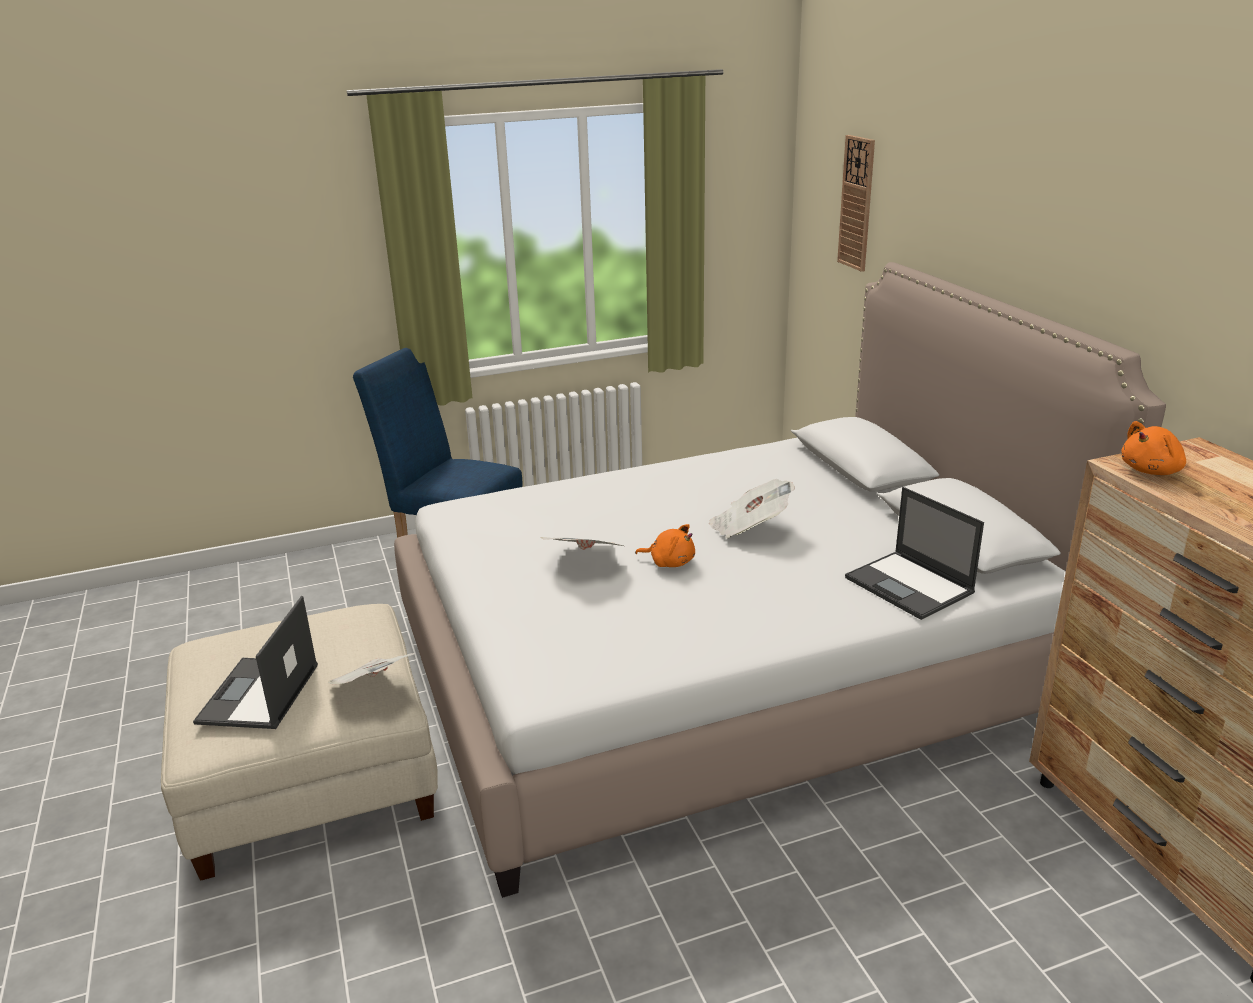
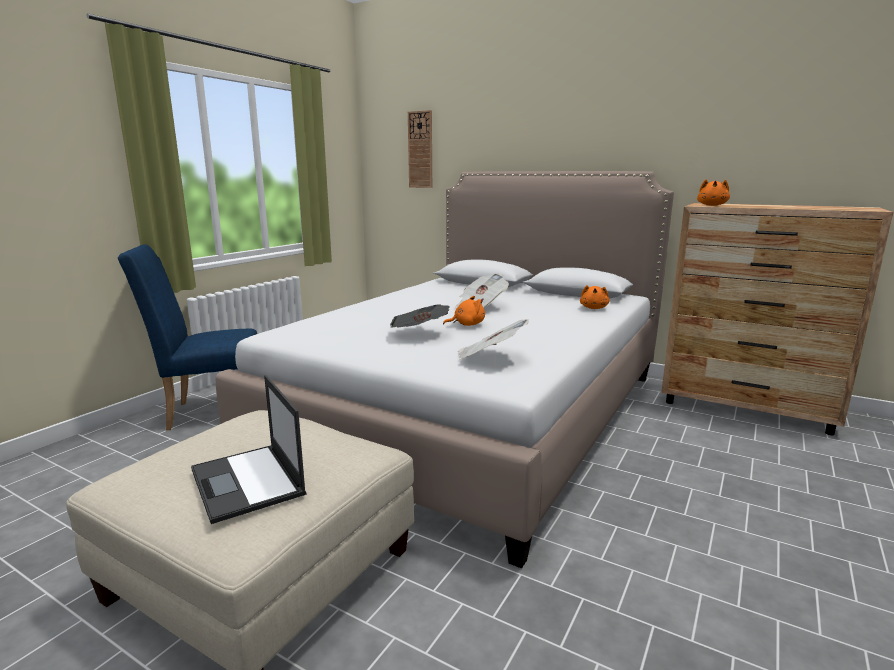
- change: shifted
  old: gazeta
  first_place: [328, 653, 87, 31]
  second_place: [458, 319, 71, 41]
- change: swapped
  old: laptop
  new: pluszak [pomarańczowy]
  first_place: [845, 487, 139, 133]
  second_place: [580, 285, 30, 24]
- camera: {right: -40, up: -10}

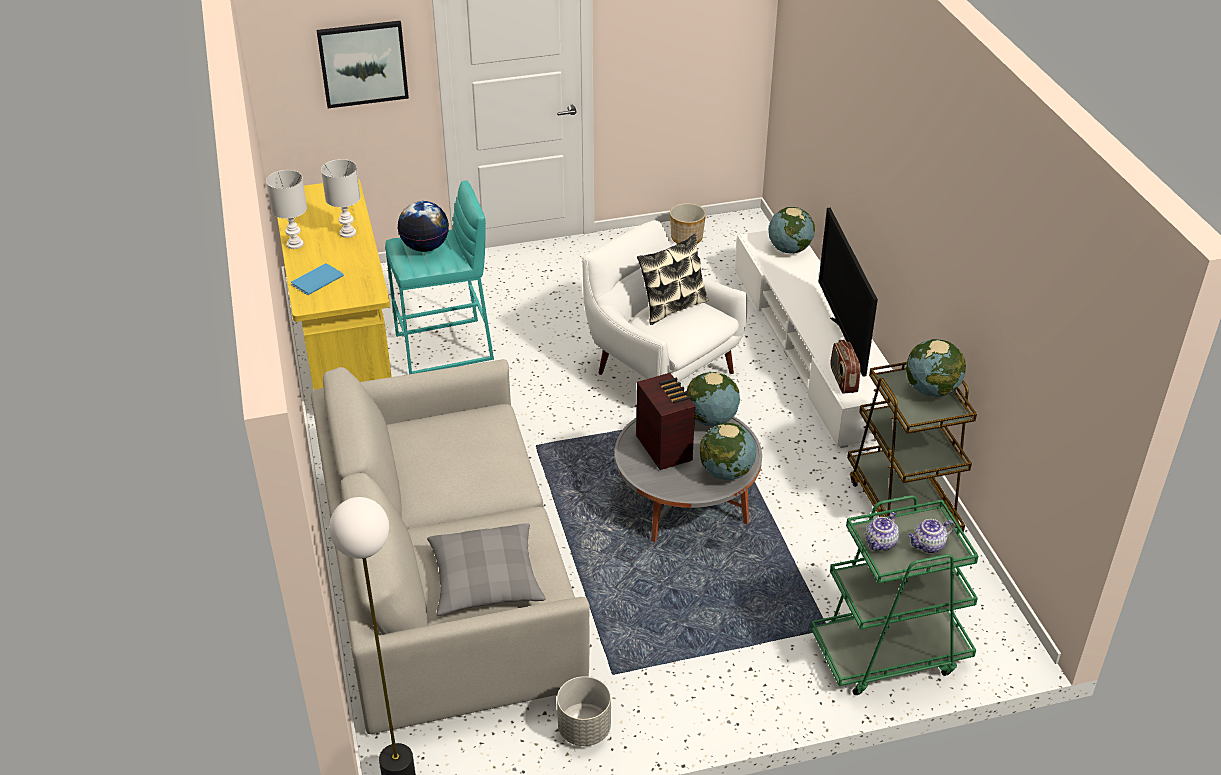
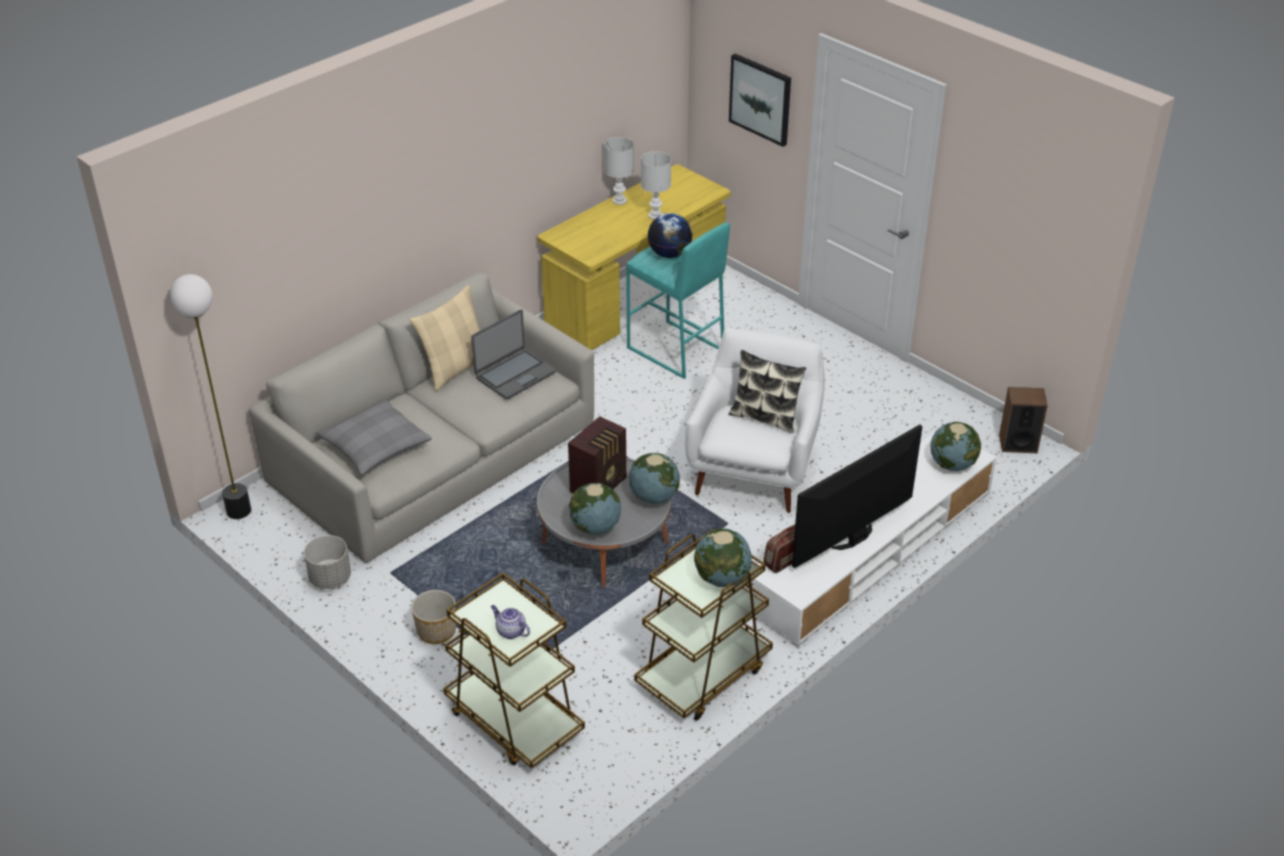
- change: gone
  old: książka [niebieski]
  first_place: [291, 263, 53, 32]
- change: gone
  old: imbryk
  first_place: [866, 512, 33, 39]
- change: new
  new: poduszka [beżowy]
  second_place: [410, 285, 70, 105]
- change: new
  new: laptop
  second_place: [471, 310, 85, 89]
- change: new
  new: głośnik
  second_place: [999, 387, 49, 66]
- change: shifted
  old: donica
  first_place: [670, 203, 36, 41]
  second_place: [411, 590, 45, 54]
- change: repainted
  old: wózek [zielony]
  new: wózek [brązowy]
  first_place: [811, 495, 167, 200]
  second_place: [443, 573, 142, 196]
- camera: {right: 60, up: 0}

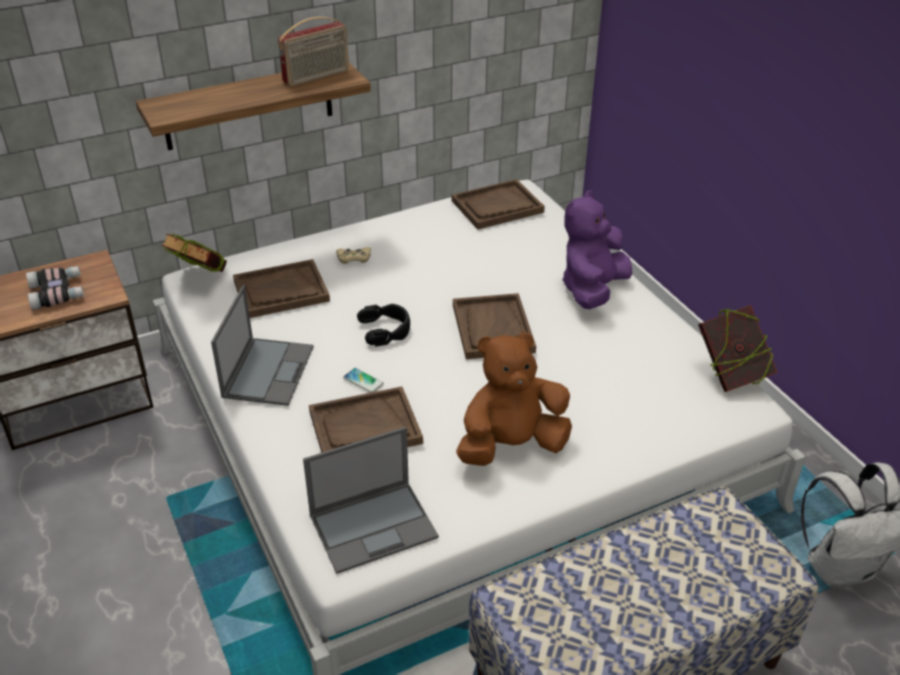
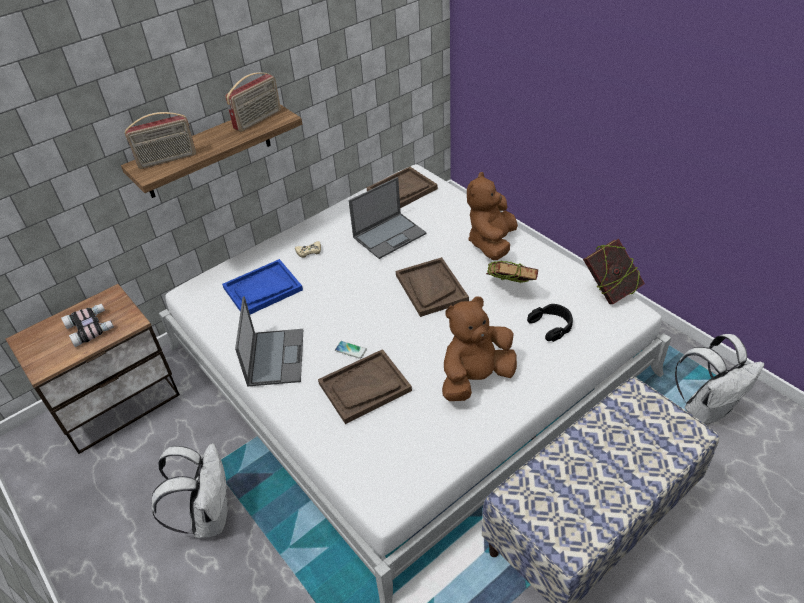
- change: new
  new: radio
  second_place: [125, 112, 71, 57]
- change: new
  new: plecak [biały]
  second_place: [152, 443, 77, 95]
- change: shifted
  old: książka
  first_place: [161, 233, 66, 39]
  second_place: [486, 261, 52, 22]
- change: shifted
  old: laptop
  first_place: [303, 427, 136, 147]
  second_place: [348, 177, 79, 82]
- change: shifted
  old: słuchawki [czarny]
  first_place: [357, 304, 53, 43]
  second_place: [527, 304, 46, 38]
- change: repainted
  old: taca [brązowy]
  new: taca [niebieski]
  first_place: [233, 259, 97, 59]
  second_place: [222, 259, 81, 55]
- change: repainted
  old: pluszak [fioletowy]
  new: pluszak [brązowy]
  first_place: [562, 190, 70, 119]
  second_place: [467, 172, 51, 88]
- camera: {right: -10, up: 5}

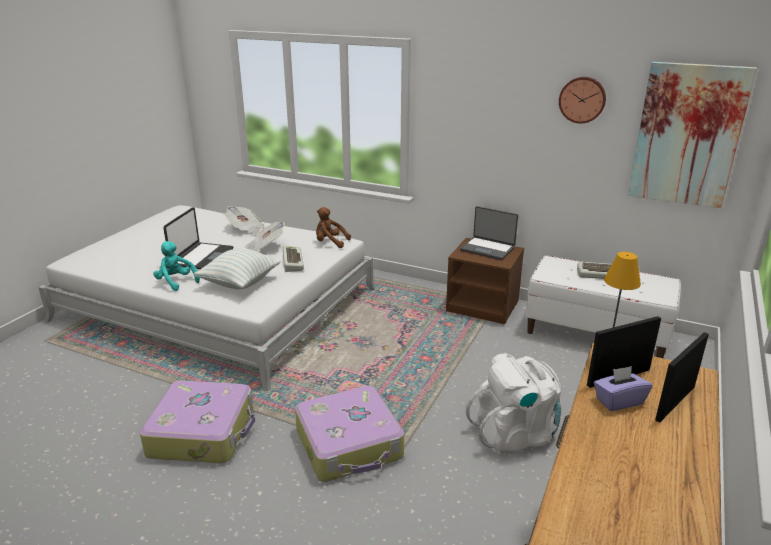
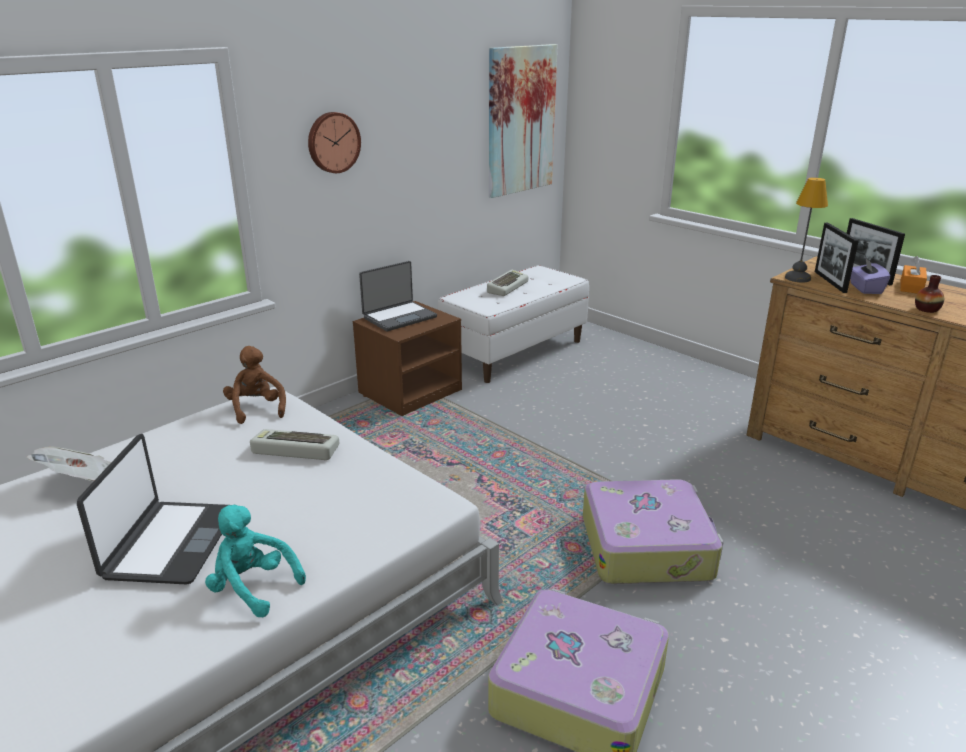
- change: gone
  old: poduszka
  first_place: [194, 248, 87, 41]
- change: gone
  old: gazeta
  first_place: [245, 222, 40, 29]
- change: gone
  old: plecak [biały]
  first_place: [466, 354, 95, 99]
- change: new
  new: pudełko chusteczek [pomarańczowy]
  second_place: [900, 256, 27, 37]
- change: new
  new: wazon
  second_place: [915, 275, 29, 38]
- change: shifted
  old: zegar ścienny
  first_place: [559, 77, 47, 47]
  second_place: [308, 112, 53, 61]
- change: rotated
  old: pluszak [turkusowy]
  first_place: [153, 241, 47, 50]
  second_place: [205, 505, 101, 112]
  degrees: 60
- change: rotated
  old: laptop
  first_place: [163, 207, 71, 62]
  second_place: [77, 434, 151, 151]
  degrees: 60
- change: rotated
  old: pluszak [brązowy]
  first_place: [316, 207, 35, 41]
  second_place: [223, 346, 63, 78]
  degrees: 120
- camera: {right: -70, up: 0}

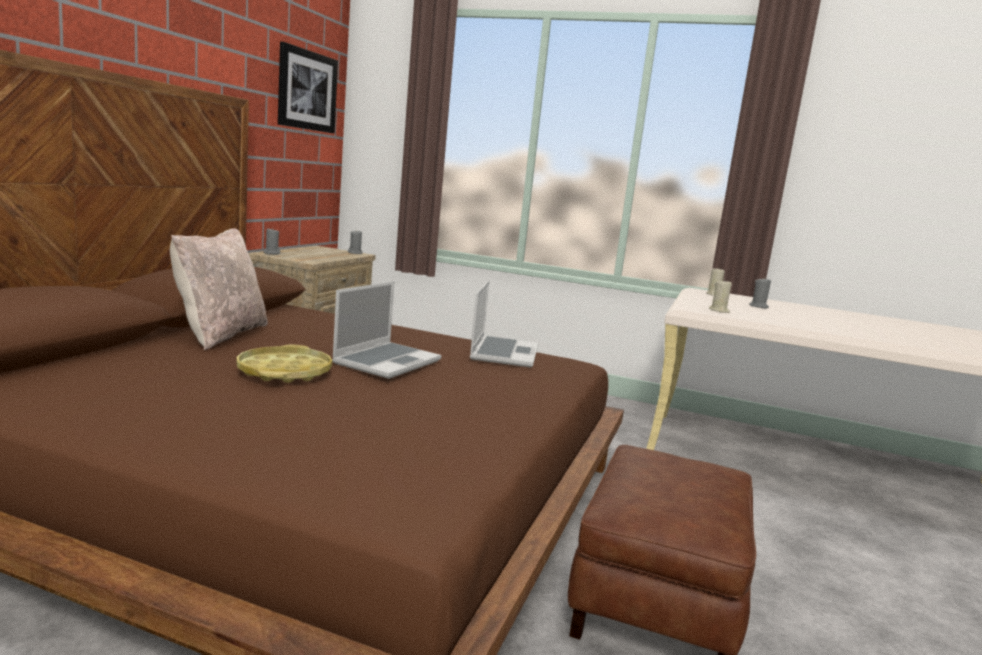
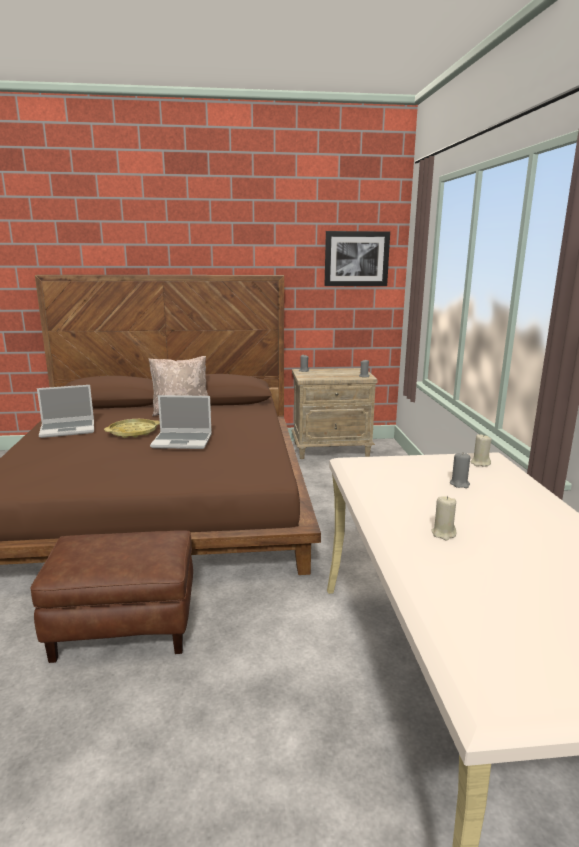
- change: shifted
  old: laptop
  first_place: [470, 281, 68, 86]
  second_place: [37, 385, 57, 53]
- change: shifted
  old: świeca [beżowy]
  first_place: [709, 279, 23, 34]
  second_place: [431, 496, 25, 44]
- camera: {right: 65, up: 5}

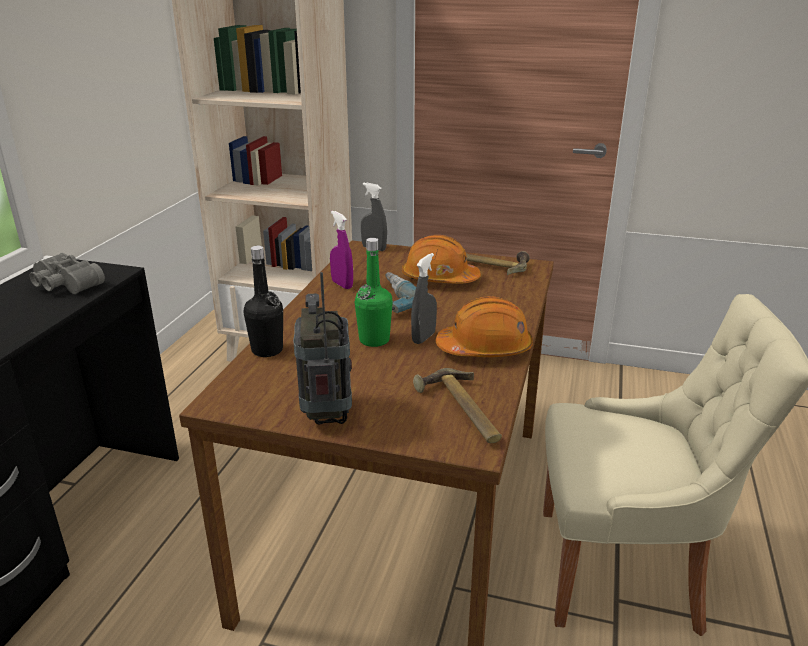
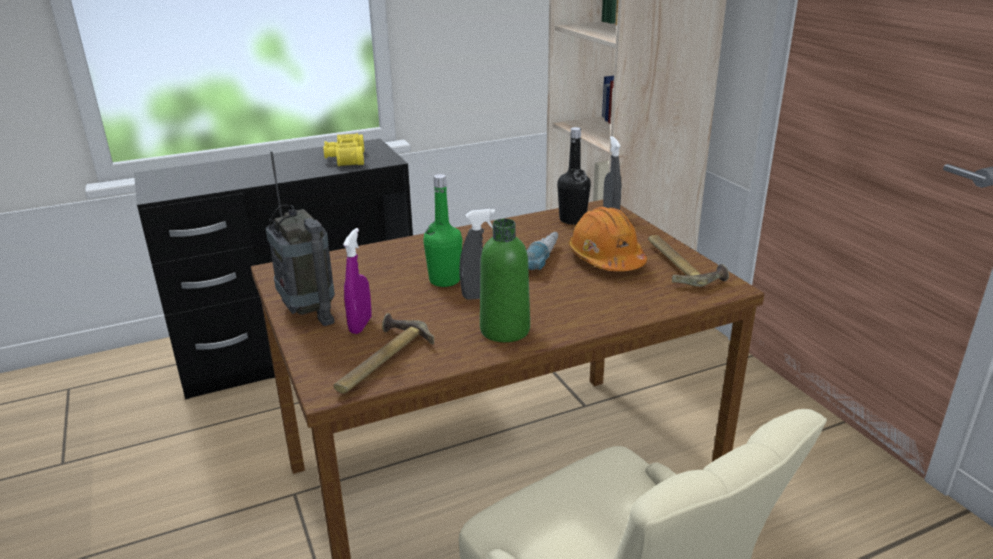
- change: shifted
  old: butelka [czarny]
  first_place: [244, 246, 39, 111]
  second_place: [557, 127, 34, 98]
- change: shifted
  old: spryskiwacz [fioletowy]
  first_place: [330, 211, 23, 78]
  second_place: [343, 228, 28, 106]
- change: swapped
  old: kask [pomarańczowy]
  new: butelka [zielony]
  first_place: [436, 296, 97, 61]
  second_place: [480, 219, 50, 123]
- change: repainted
  old: lornetka [szary]
  new: lornetka [żółty]
  first_place: [29, 253, 76, 41]
  second_place: [324, 133, 40, 33]
- change: rotated
  old: radio
  first_place: [293, 272, 59, 152]
  second_place: [266, 151, 69, 175]
  degrees: 105
- camera: {right: 50, up: 0}

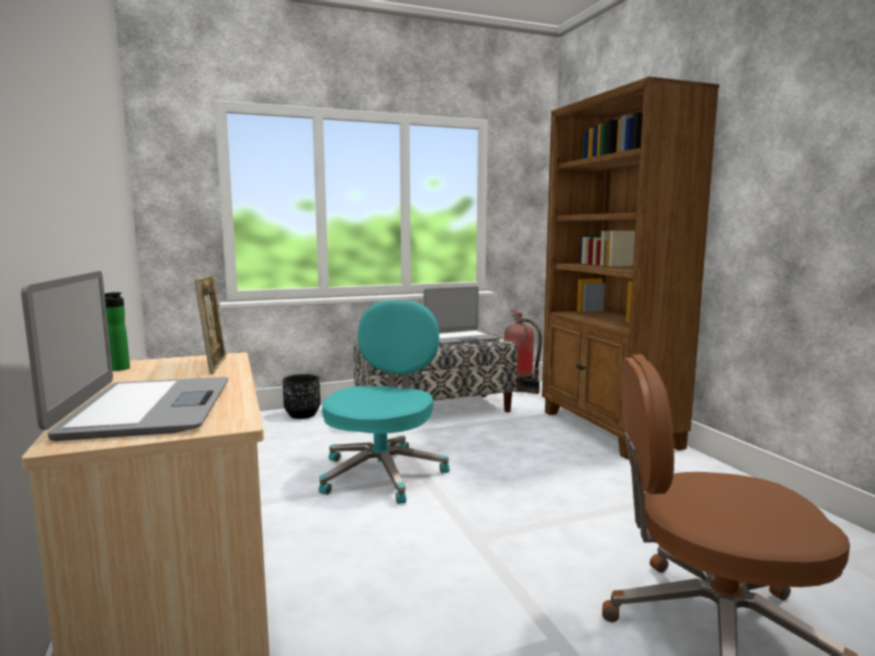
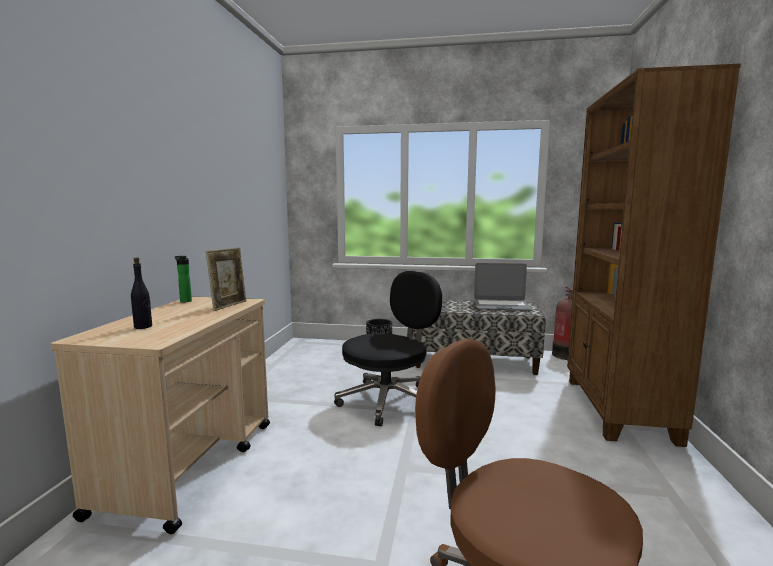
- change: swapped
  old: laptop
  new: butelka [czarny]
  first_place: [21, 271, 207, 170]
  second_place: [131, 258, 21, 71]
- change: repainted
  old: krzesło biurowe [turkusowy]
  new: krzesło biurowe [czarny]
  first_place: [318, 300, 131, 204]
  second_place: [334, 271, 108, 155]
- camera: {right: 30, up: 0}

